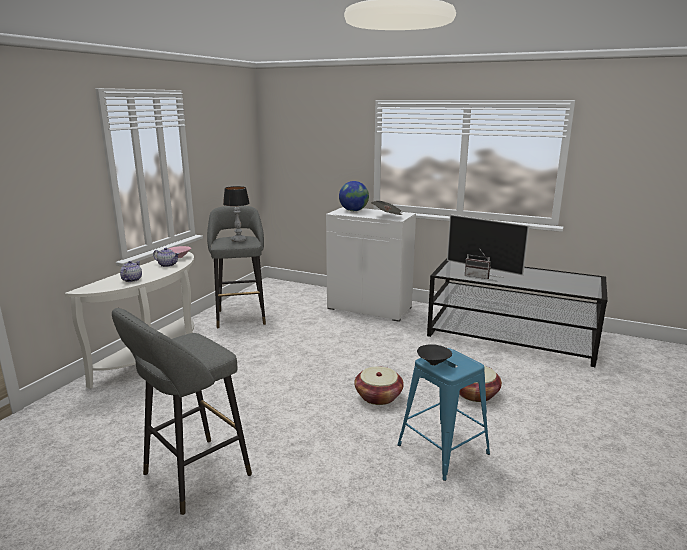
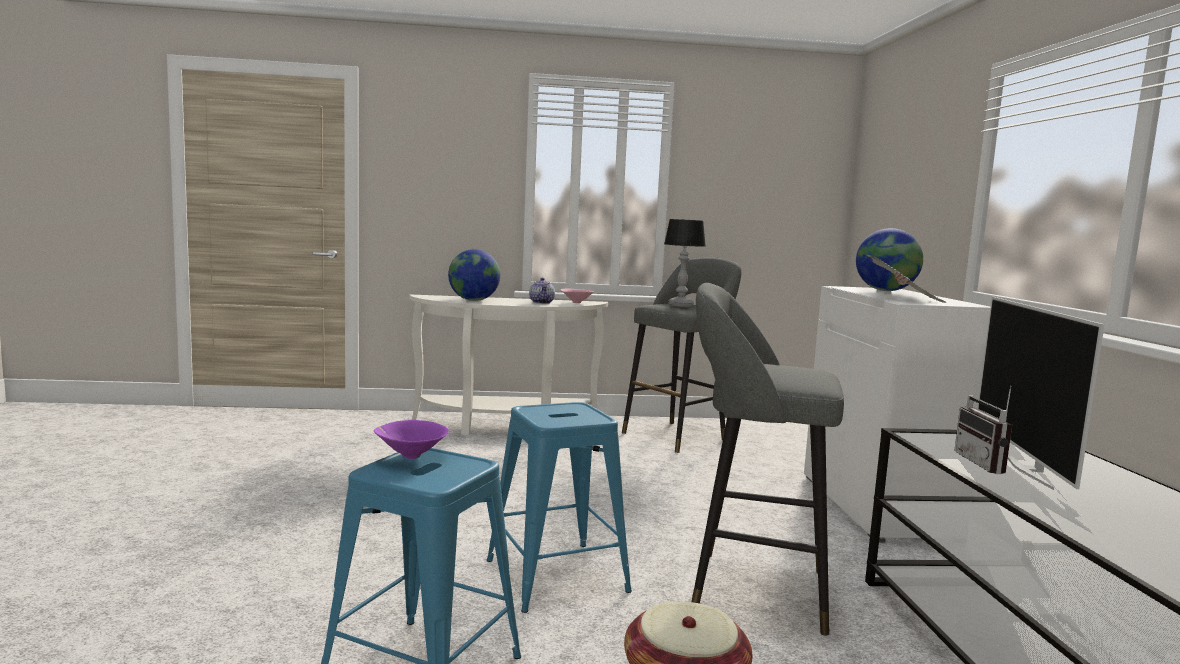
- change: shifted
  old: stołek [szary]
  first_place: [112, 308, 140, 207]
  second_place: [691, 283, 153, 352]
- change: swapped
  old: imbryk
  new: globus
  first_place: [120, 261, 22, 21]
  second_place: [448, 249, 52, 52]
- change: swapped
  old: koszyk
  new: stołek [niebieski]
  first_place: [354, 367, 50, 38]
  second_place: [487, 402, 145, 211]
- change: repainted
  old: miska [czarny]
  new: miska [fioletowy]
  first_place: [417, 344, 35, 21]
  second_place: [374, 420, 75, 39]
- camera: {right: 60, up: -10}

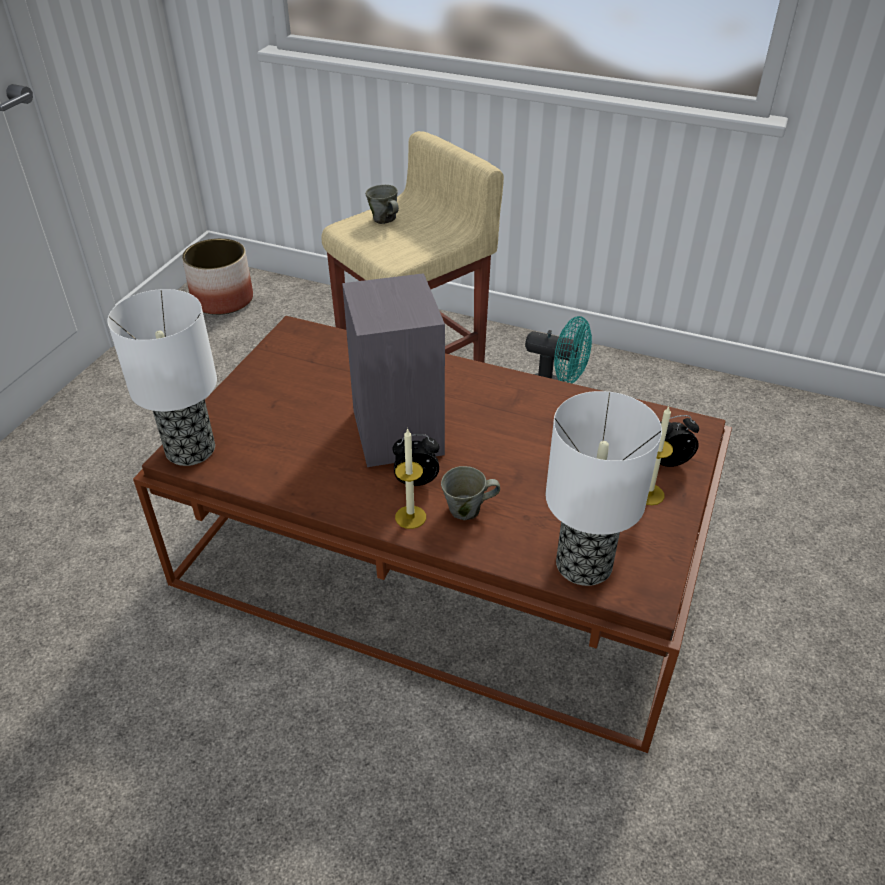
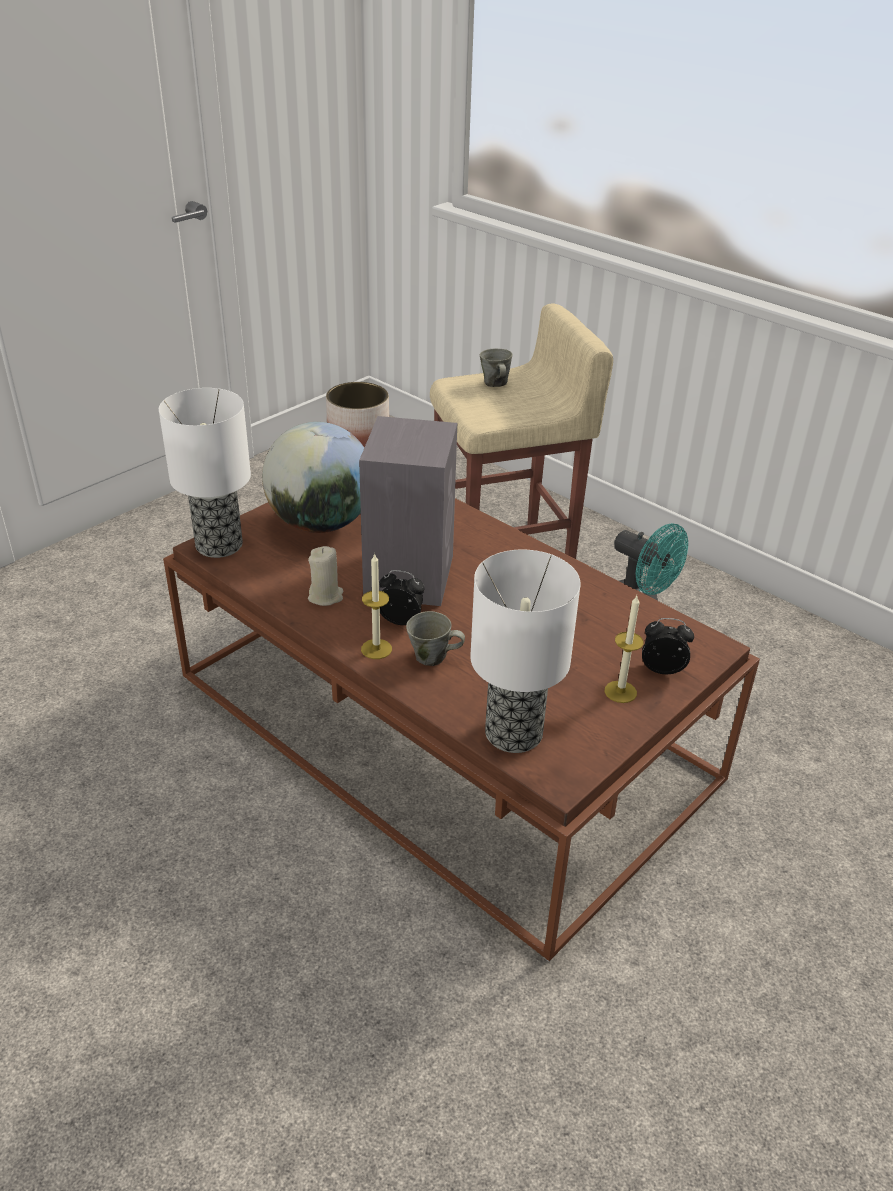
- change: new
  new: globus
  second_place: [262, 422, 102, 111]
- change: new
  new: świeca [beżowy]
  second_place: [308, 546, 35, 60]
- camera: {right: 20, up: -5}

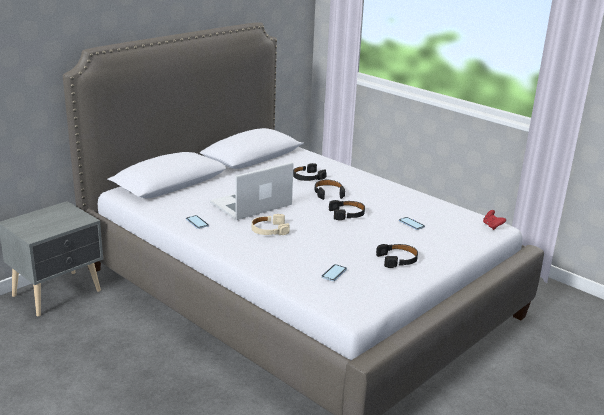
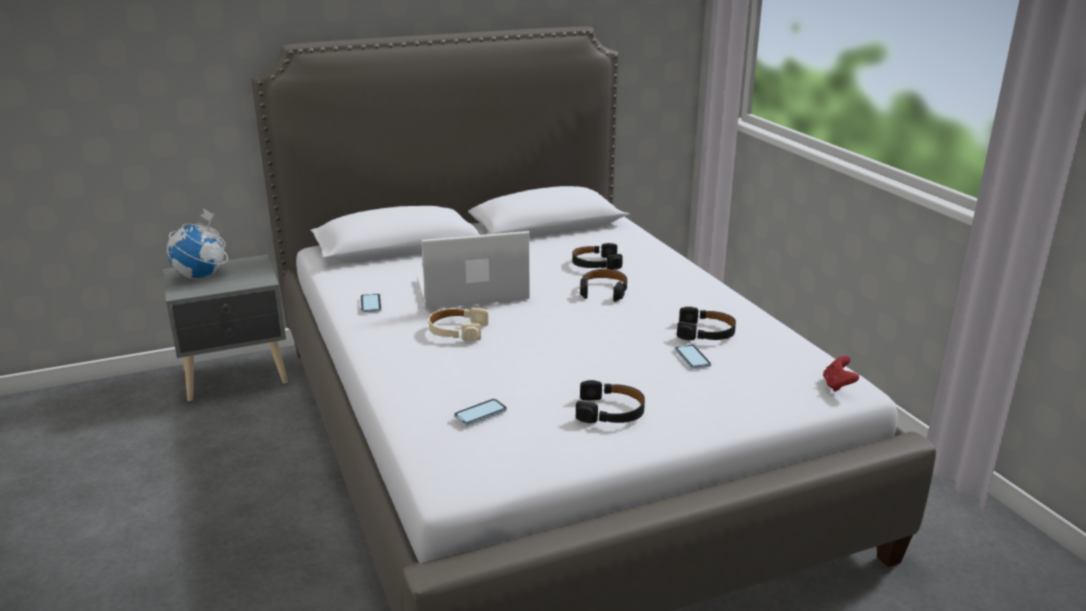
- change: new
  new: globus
  second_place: [167, 208, 61, 71]
- change: shifted
  old: słuchawki [czarny]
  first_place: [329, 200, 36, 20]
  second_place: [677, 307, 59, 33]
- camera: {right: 25, up: 0}

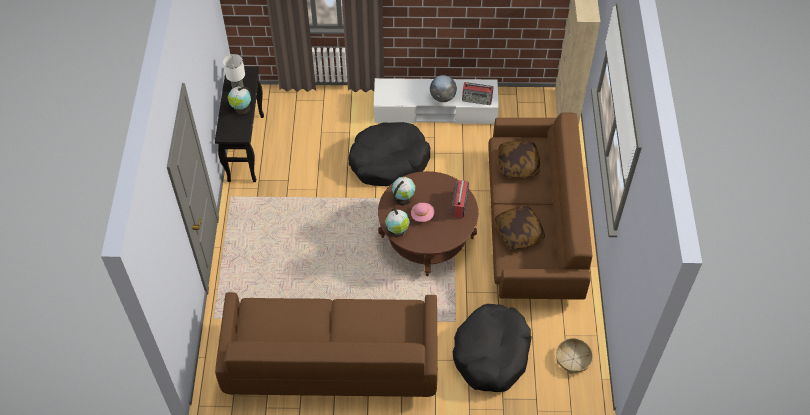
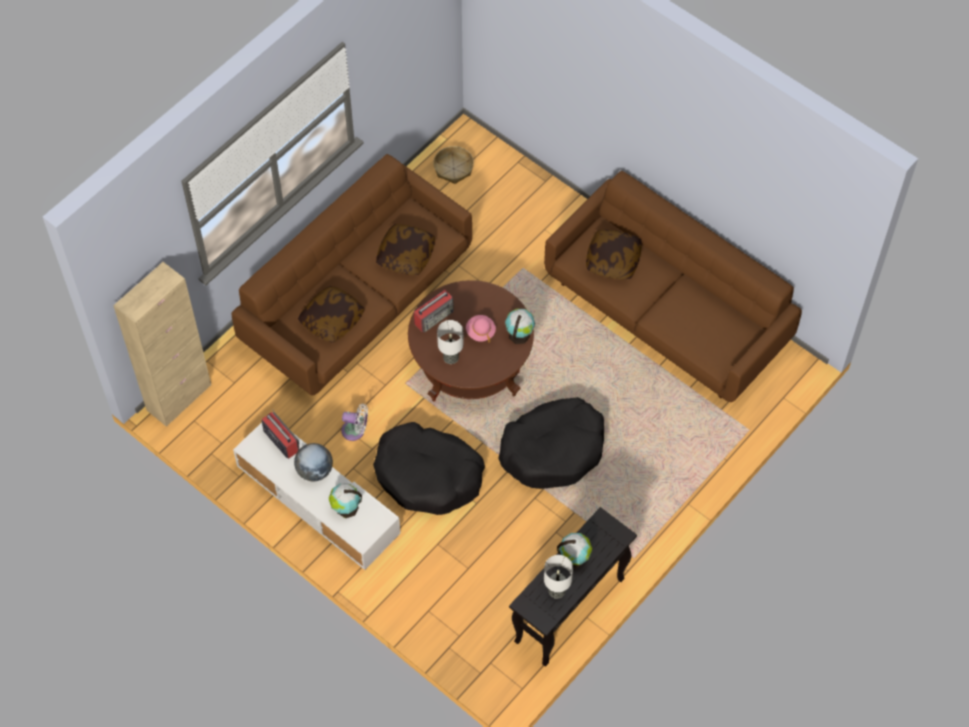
- change: new
  new: wentylator [biały]
  second_place: [341, 404, 27, 37]
- change: new
  new: lampa stołowa
  second_place: [437, 320, 27, 44]
- change: new
  new: poduszka
  second_place: [586, 229, 56, 50]
- change: shifted
  old: globus
  first_place: [392, 177, 24, 29]
  second_place: [329, 484, 33, 34]
- change: shifted
  old: legowisko [czarny]
  first_place: [452, 304, 80, 88]
  second_place: [499, 397, 105, 92]
- camera: {right: -140, up: 5}

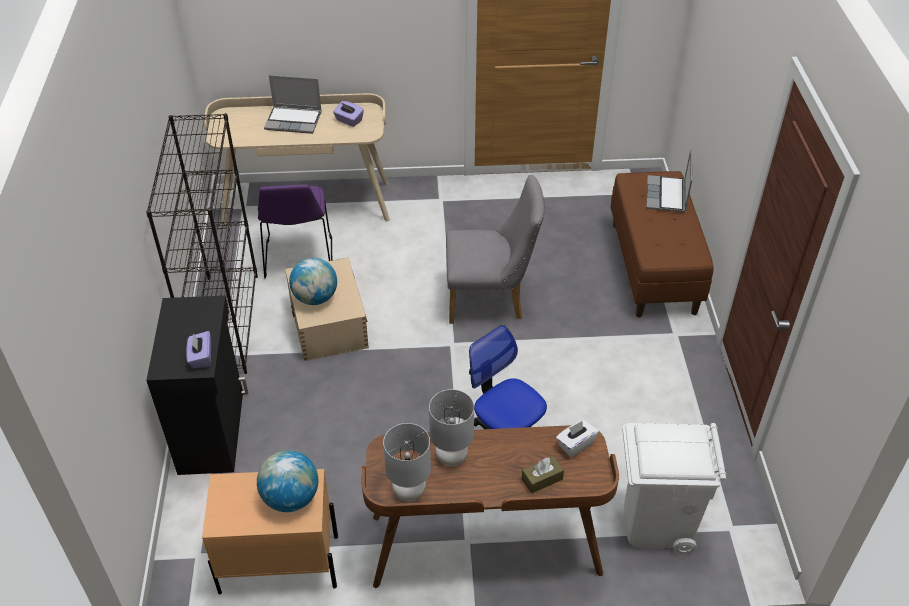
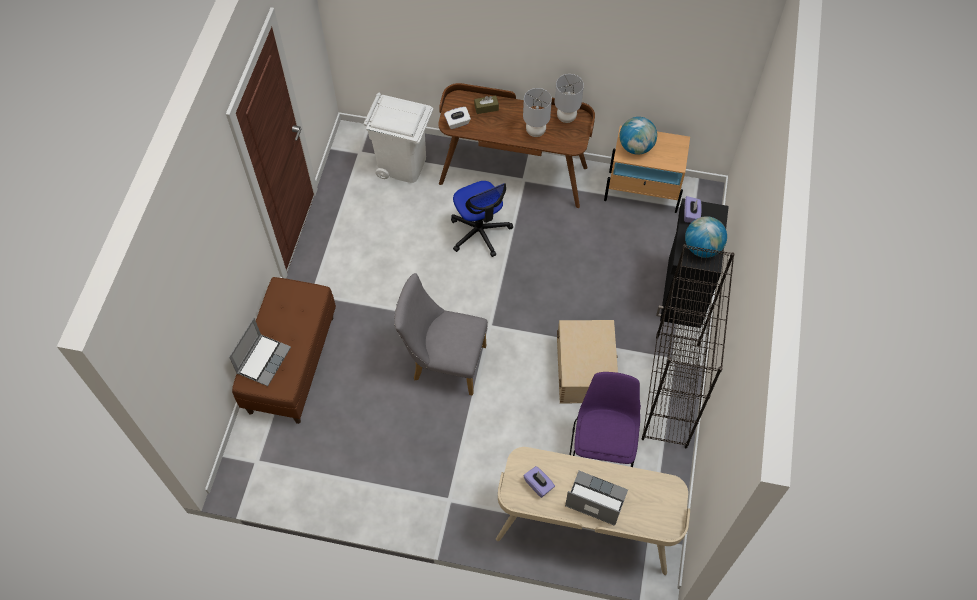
- change: shifted
  old: globus
  first_place: [289, 258, 48, 47]
  second_place: [685, 216, 42, 42]
- camera: {right: -165, up: 15}

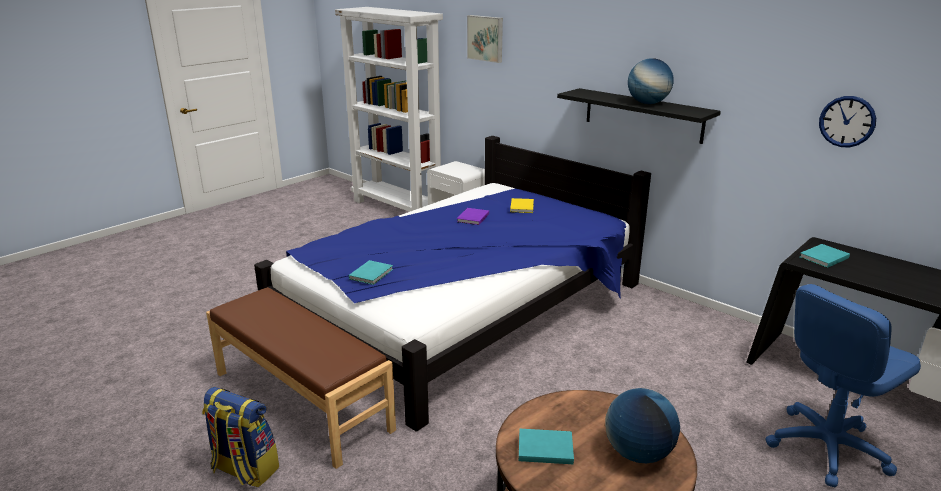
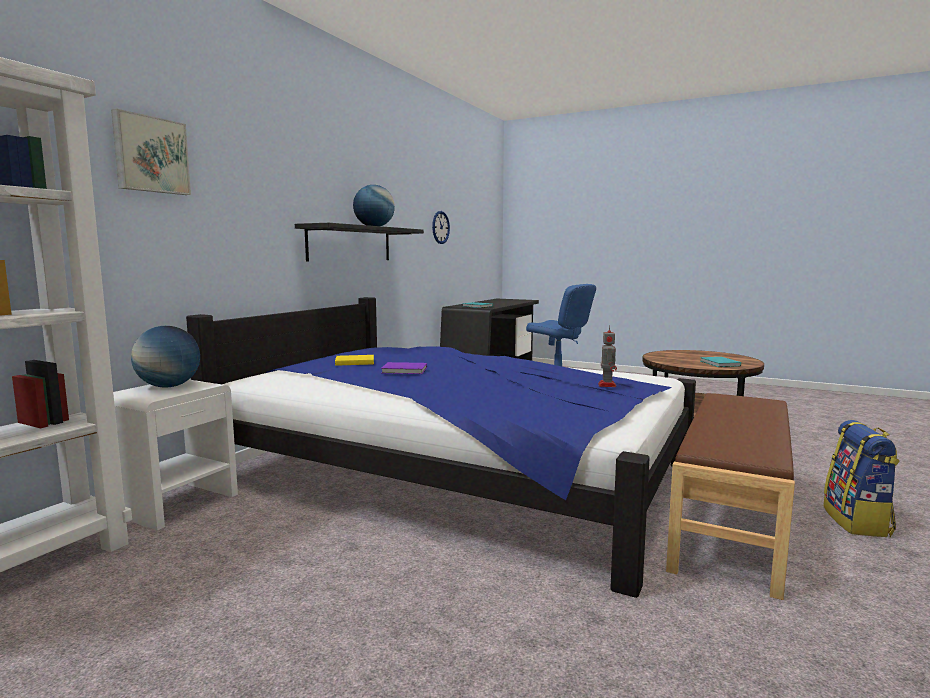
- change: shifted
  old: globus
  first_place: [605, 388, 75, 75]
  second_place: [131, 326, 69, 61]
- change: swapped
  old: książka [turkusowy]
  new: robot zabawkowy
  first_place: [349, 260, 44, 25]
  second_place: [598, 325, 19, 62]
- camera: {right: -105, up: -15}

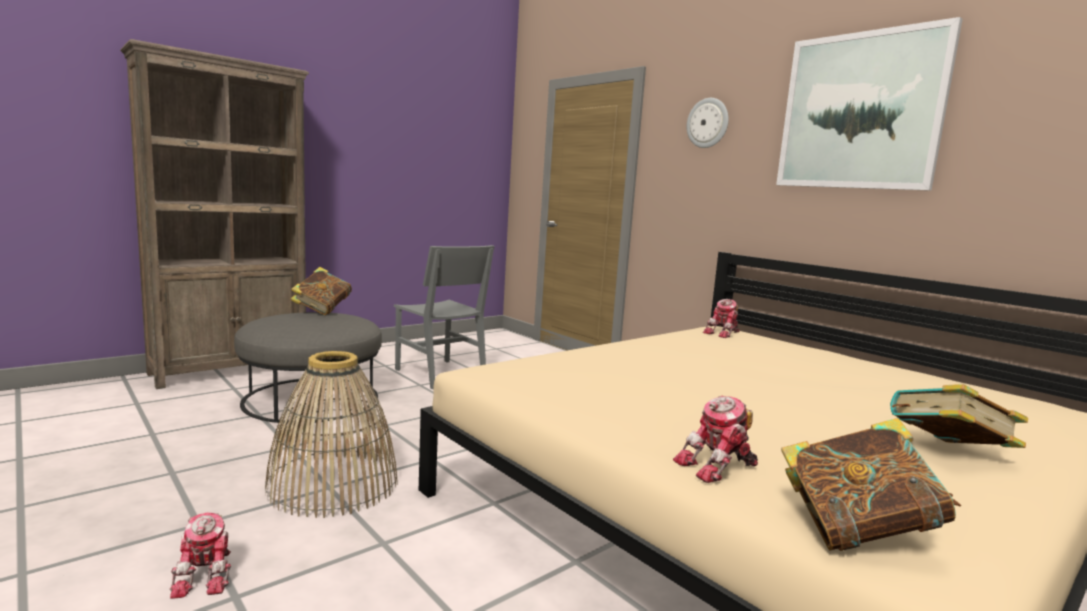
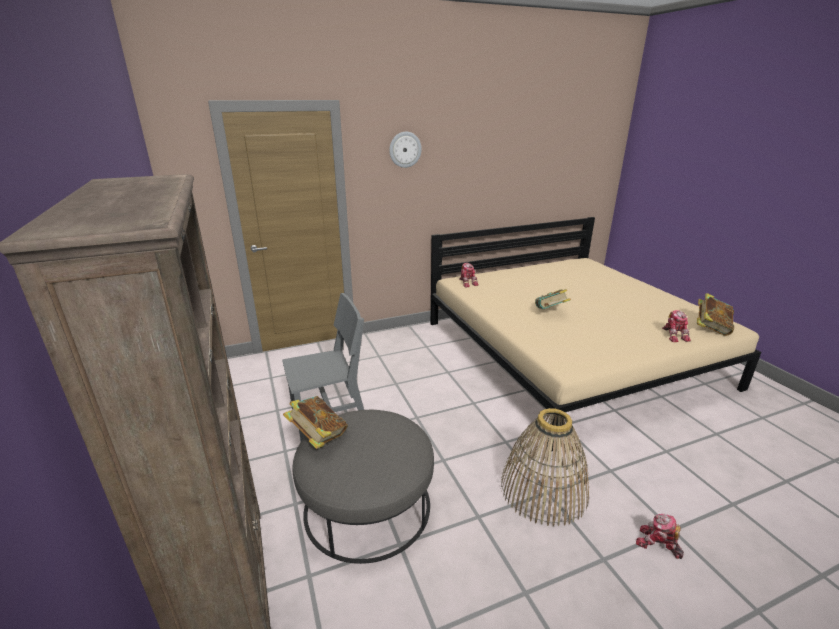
- change: gone
  old: obraz
  first_place: [776, 17, 187, 174]
- change: shifted
  old: książka
  first_place: [890, 384, 138, 64]
  second_place: [535, 289, 36, 20]
- change: rotated
  old: robot zabawkowy
  first_place: [170, 512, 61, 87]
  second_place: [636, 514, 48, 45]
  degrees: -150
- camera: {right: -70, up: 15}

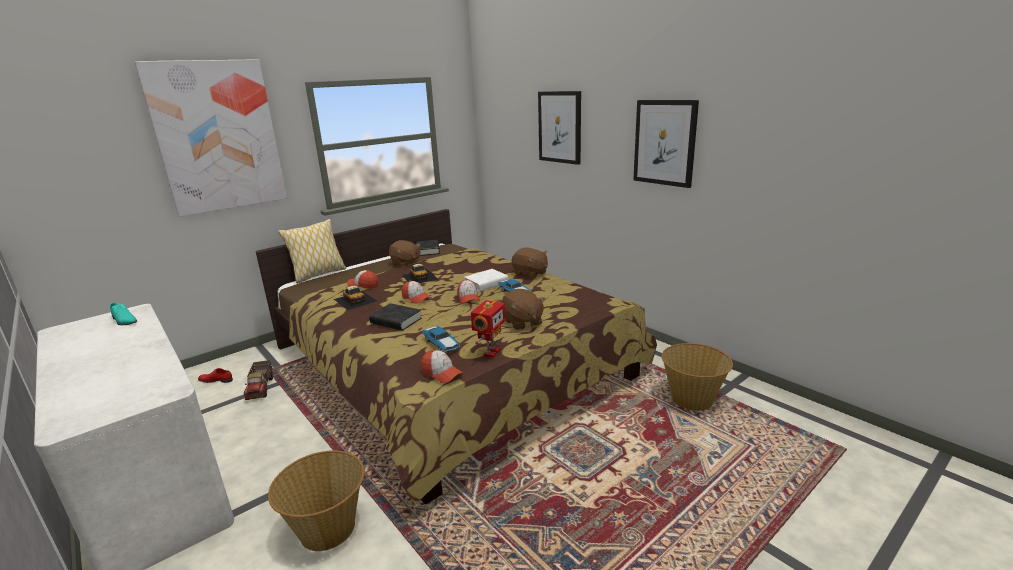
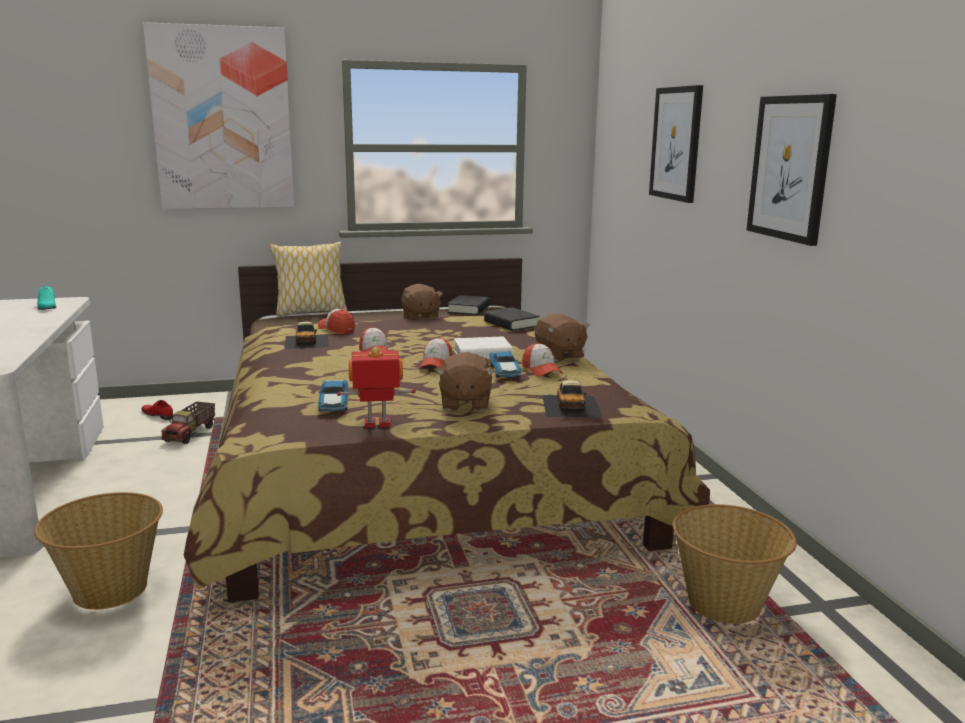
- change: shifted
  old: książka [czarny]
  first_place: [369, 303, 53, 28]
  second_place: [484, 307, 56, 24]
- change: shifted
  old: samochodzik
  first_place: [402, 264, 37, 19]
  second_place: [542, 380, 61, 38]
- change: shifted
  old: czapka z daszkiem
  first_place: [421, 350, 41, 33]
  second_place: [522, 342, 41, 35]
- change: rotated
  old: robot zabawkowy
  first_place: [471, 300, 35, 58]
  second_place: [337, 347, 79, 81]
  degrees: -150
- camera: {right: 25, up: -5}

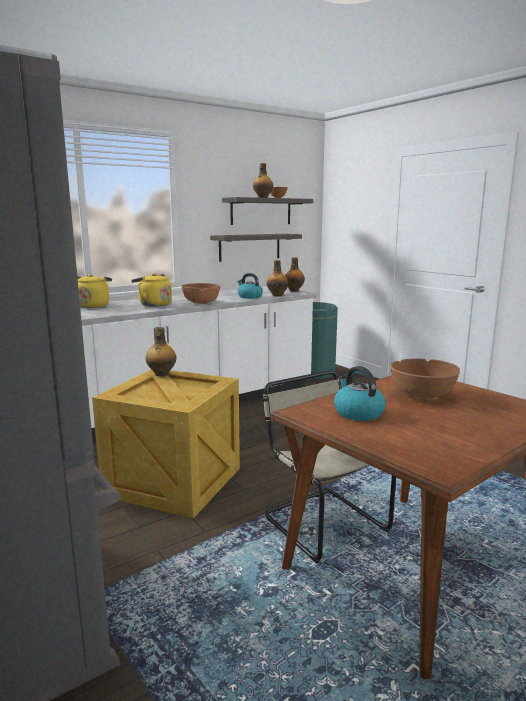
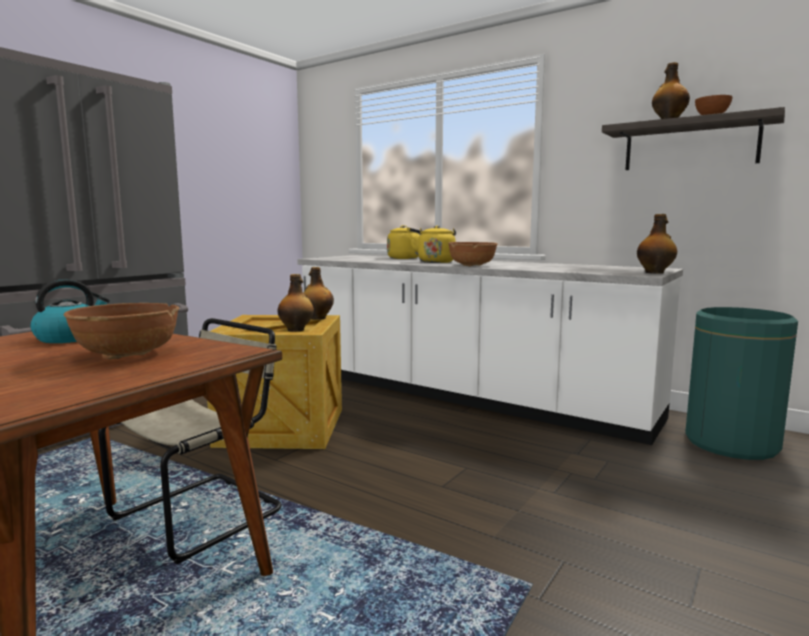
- change: gone
  old: półka
  first_place: [210, 234, 92, 28]
- change: gone
  old: czajnik
  first_place: [238, 273, 25, 26]
- change: shifted
  old: butelka
  first_place: [267, 260, 21, 37]
  second_place: [278, 274, 36, 58]
- camera: {right: 70, up: -5}

